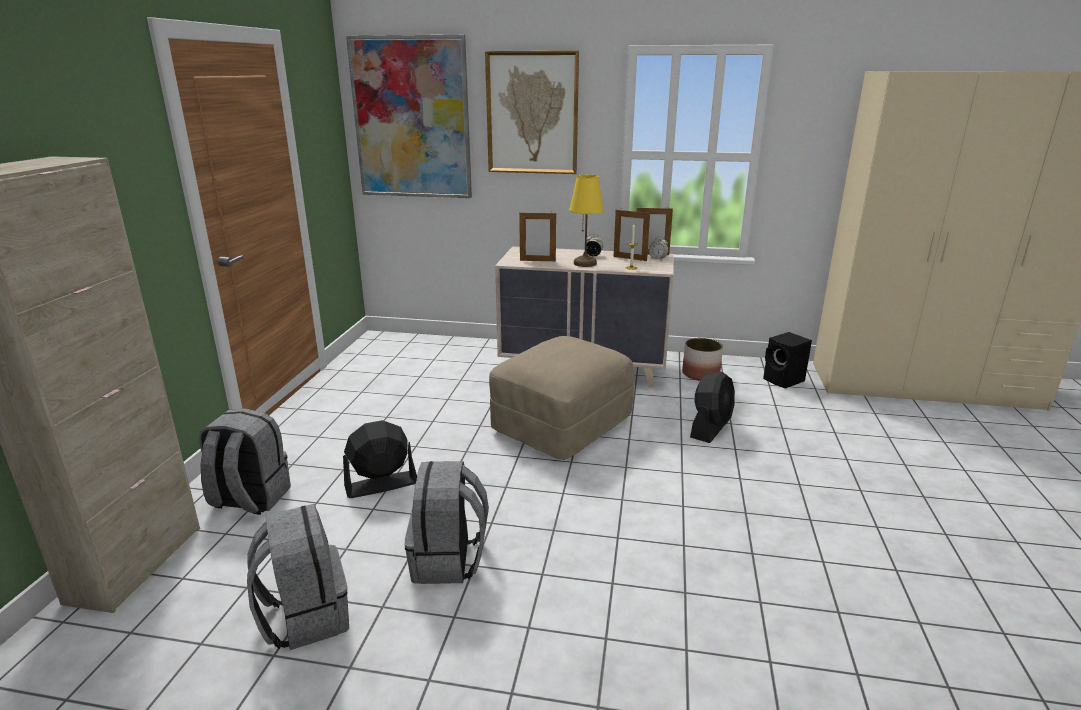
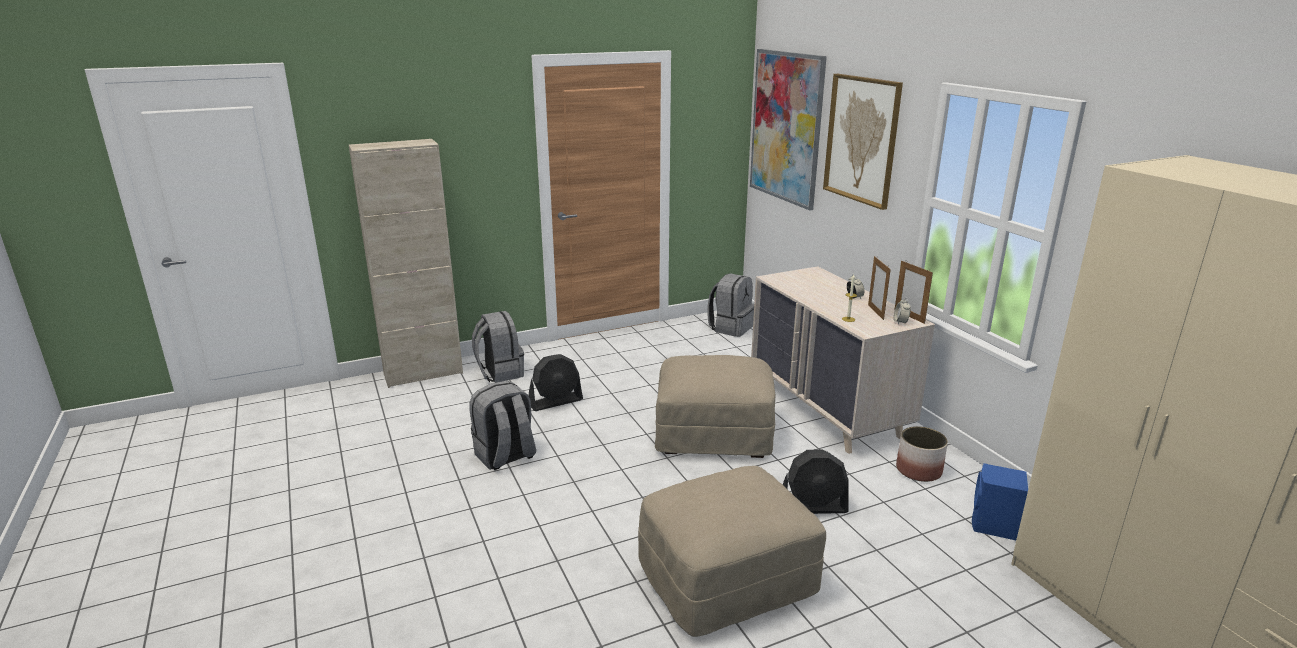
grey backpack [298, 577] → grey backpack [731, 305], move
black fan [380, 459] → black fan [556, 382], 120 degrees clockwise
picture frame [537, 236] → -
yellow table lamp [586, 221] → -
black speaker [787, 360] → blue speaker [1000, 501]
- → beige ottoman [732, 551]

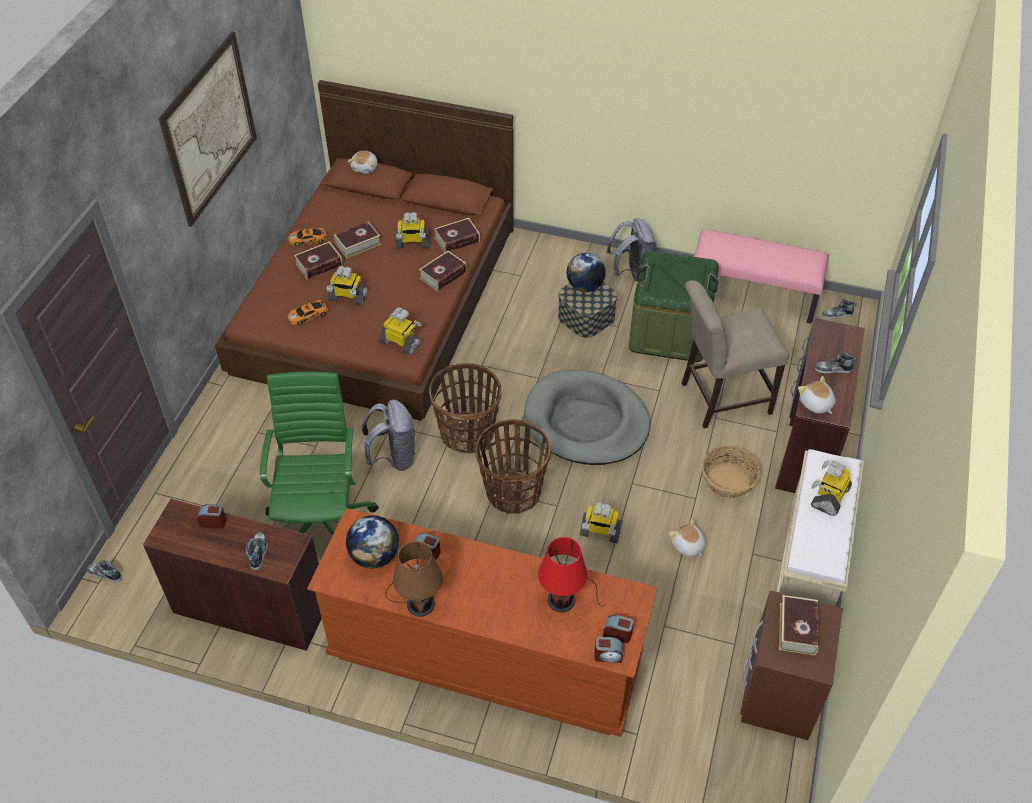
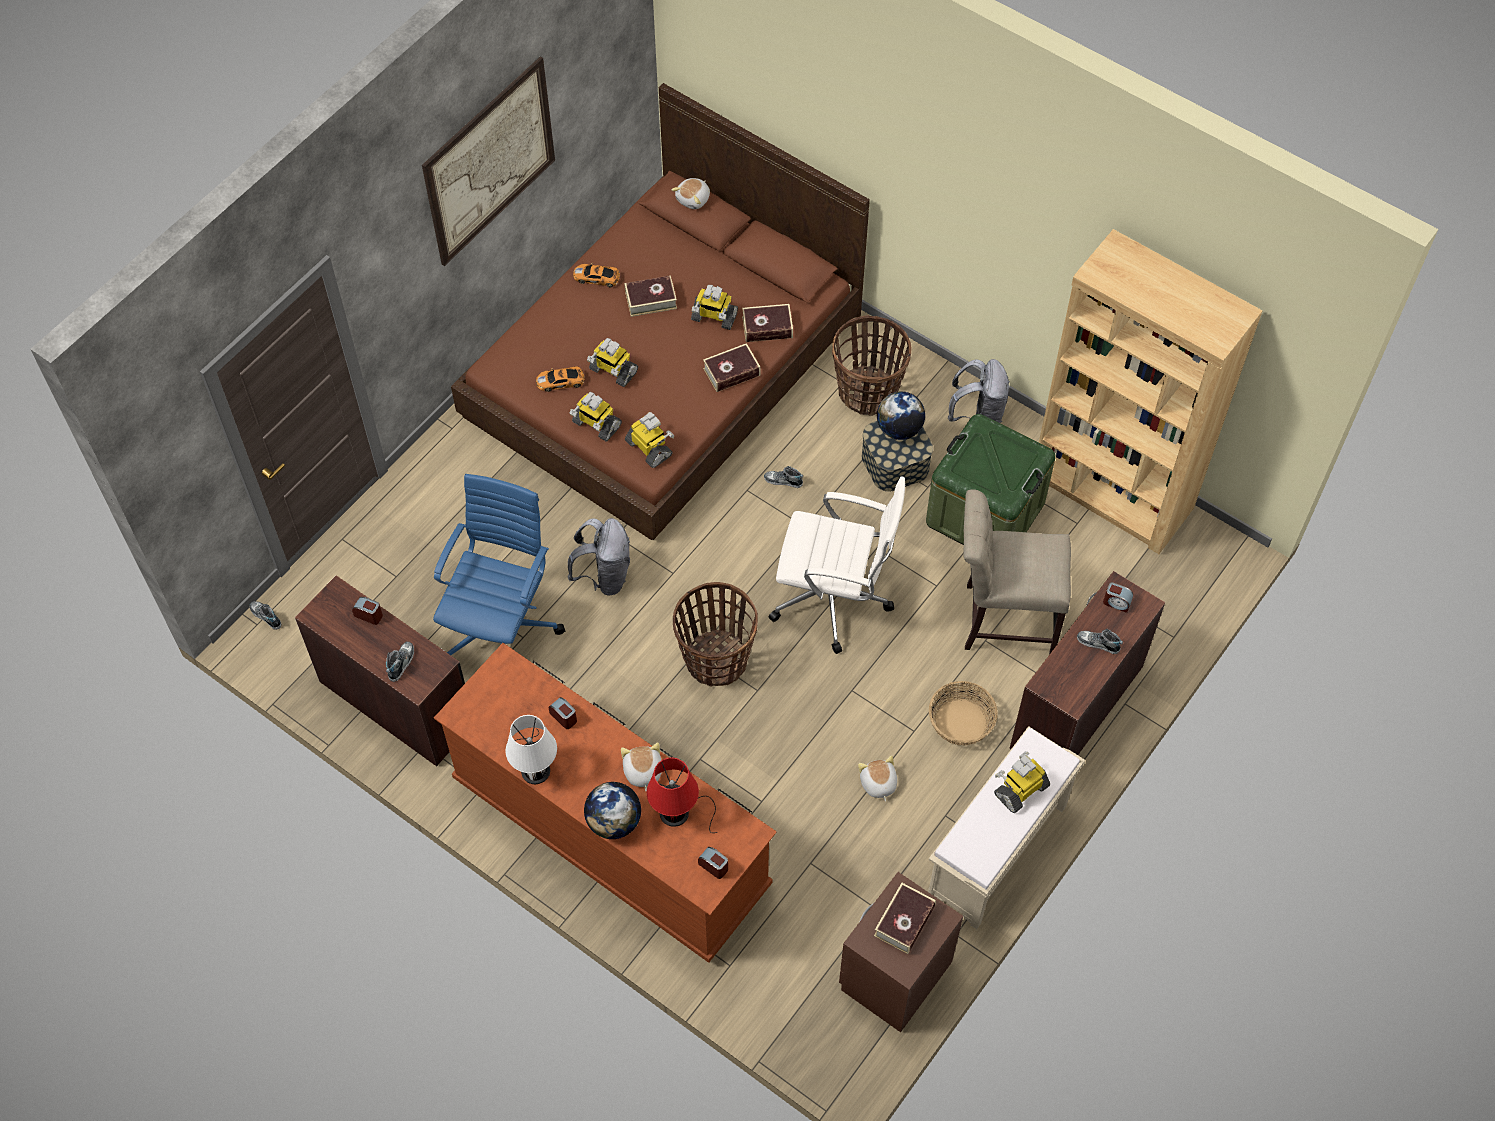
green office chair [319, 454] → blue office chair [499, 564]
book [318, 260] → -
globe [372, 541] → globe [612, 810], move
brown table lamp [414, 579] → white table lamp [531, 749]
basket [465, 408] → basket [871, 365], move
grey dog bed [587, 417] → white office chair [837, 565]
toy robot [601, 523] → toy robot [596, 416], move
alarm clock [608, 650] → alarm clock [1118, 597], move
pink bench [761, 276] → brown bookcase [1151, 391]
plush toy [817, 395] → plush toy [641, 767], move
shoe [839, 309] → shoe [783, 477], move

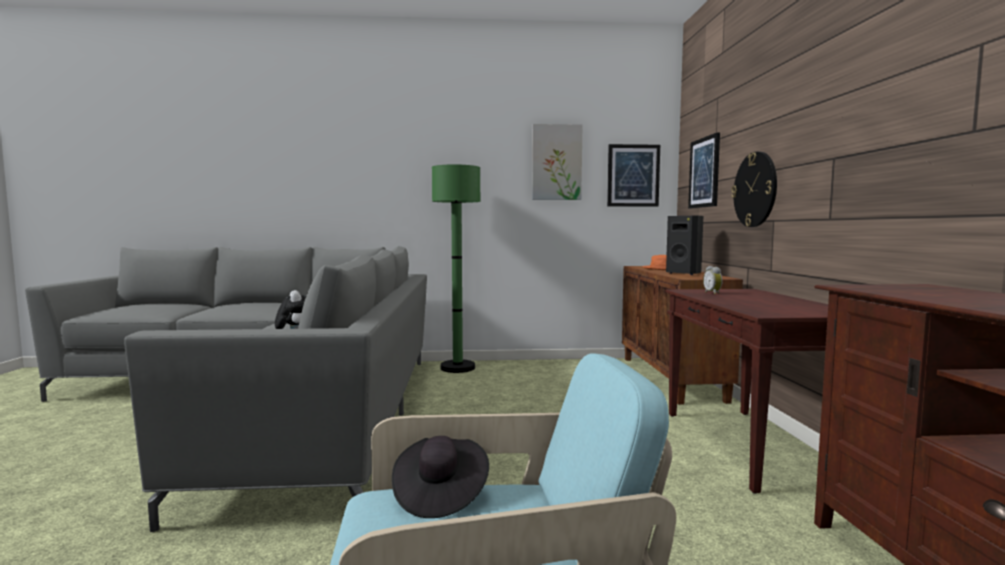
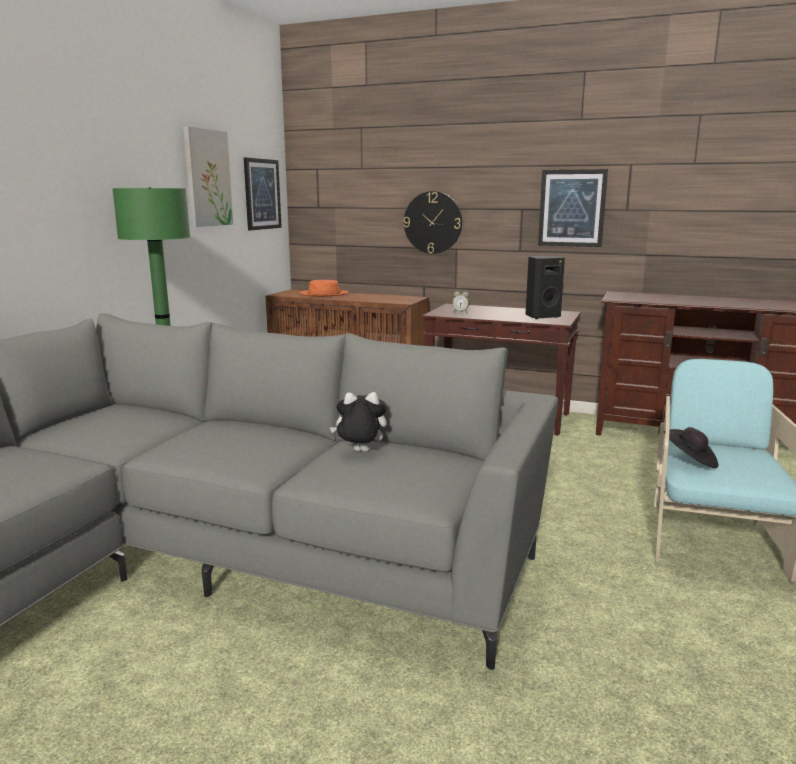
black speaker [684, 245] → black speaker [545, 287], move
picture [704, 170] → picture [573, 208], move

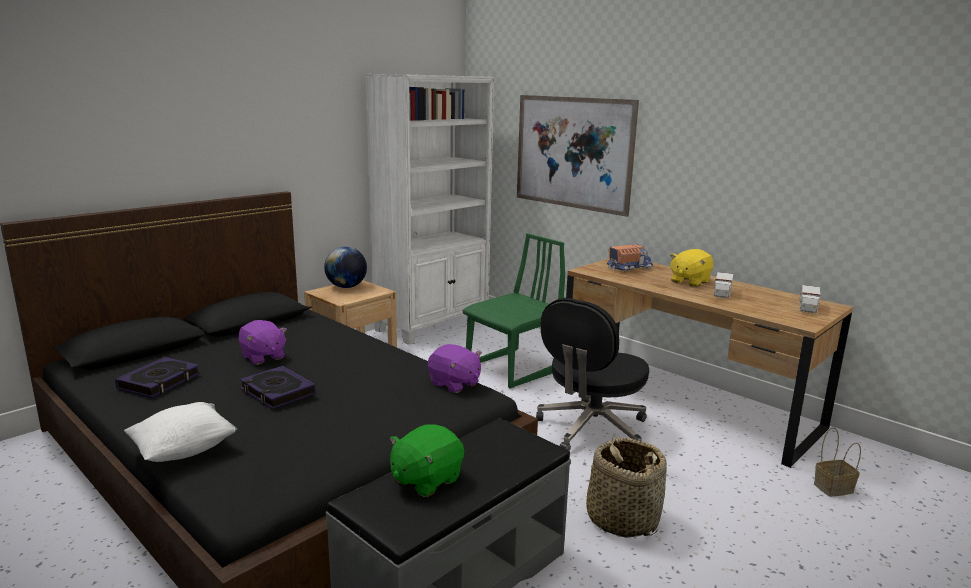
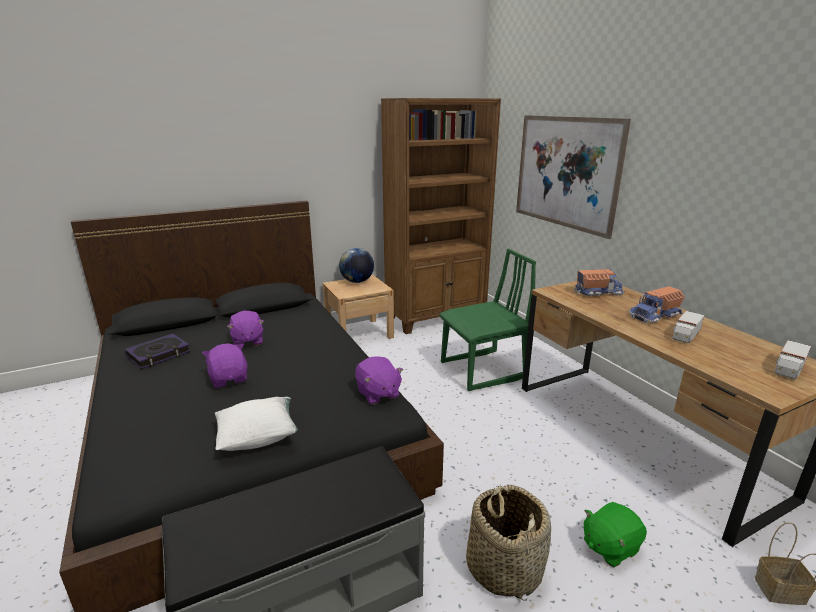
white pillow [180, 432] → white pillow [256, 424], move
book [278, 387] → purple plush toy [224, 365]
white bookcase [429, 209] → brown bookcase [441, 216]
green plush toy [427, 461] → green plush toy [615, 534], move
black office chair [592, 374] → -
yellow plush toy [691, 268] → toy truck [656, 305]

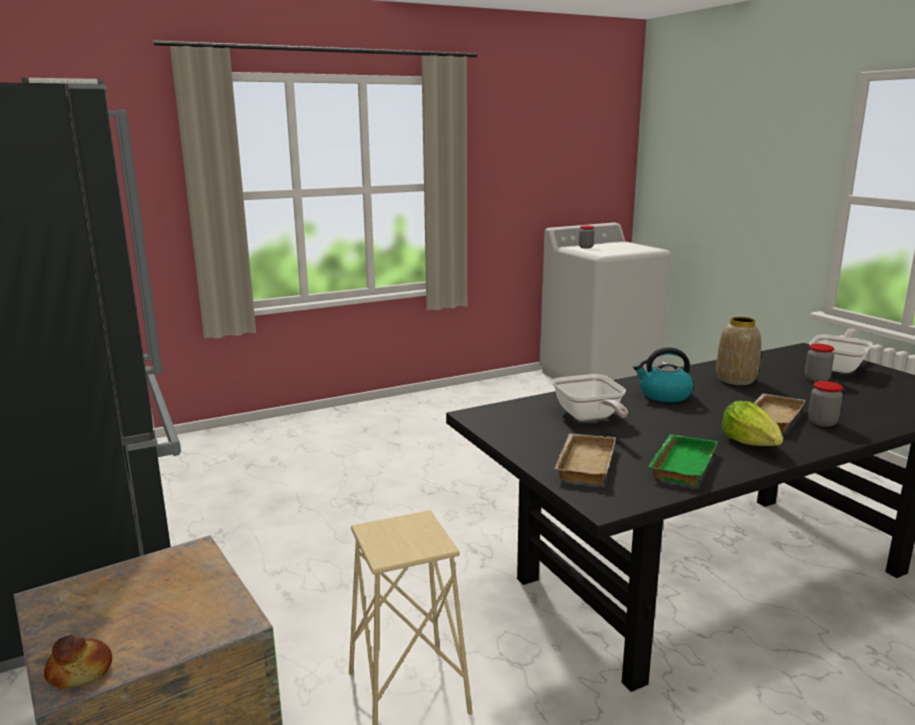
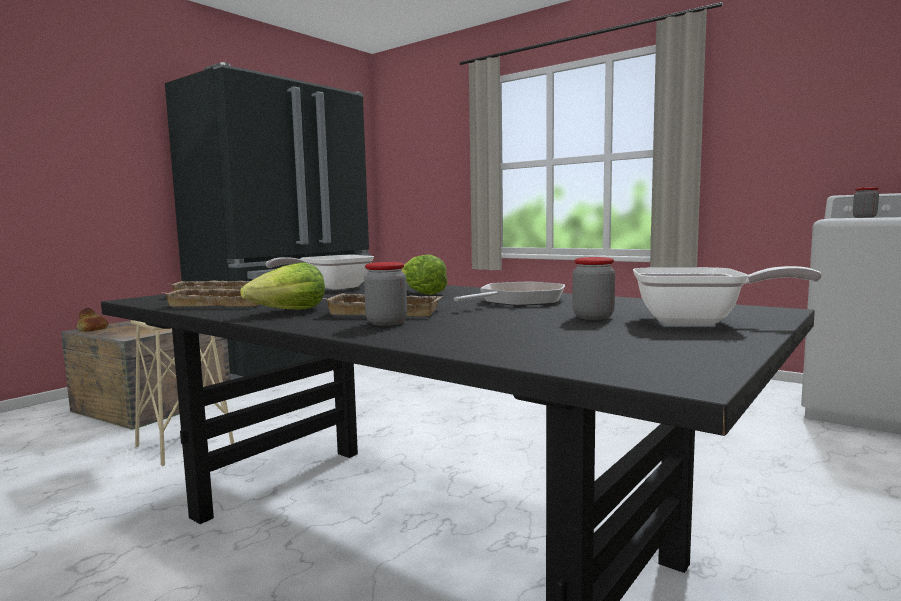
kettle [663, 374] → lettuce [424, 274]
green tray [683, 460] → beige tray [210, 297]
vase [738, 351] → frying pan [509, 293]

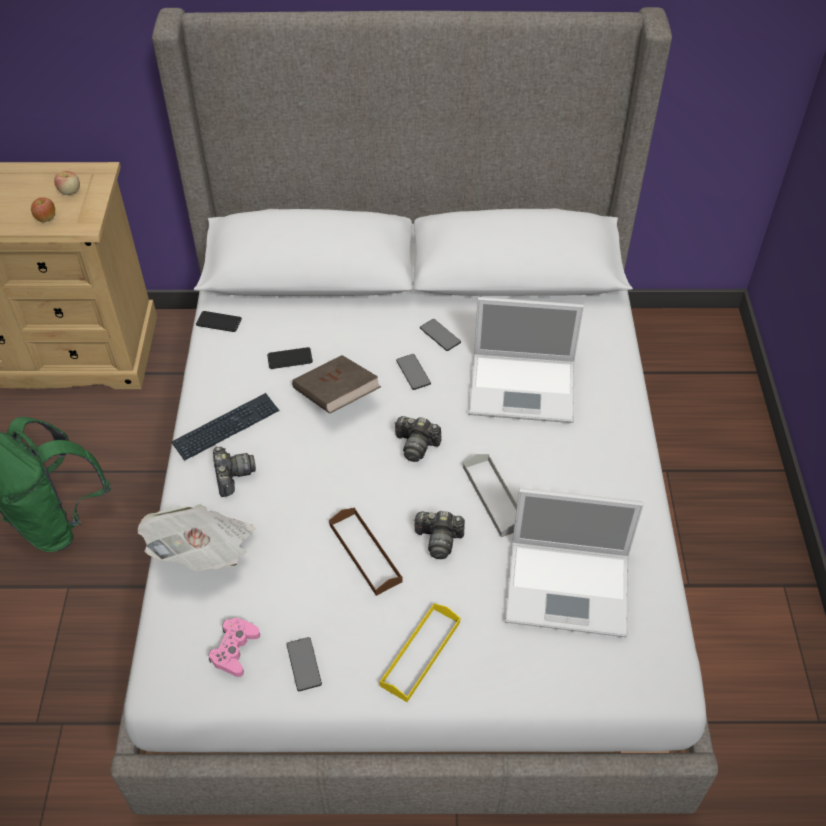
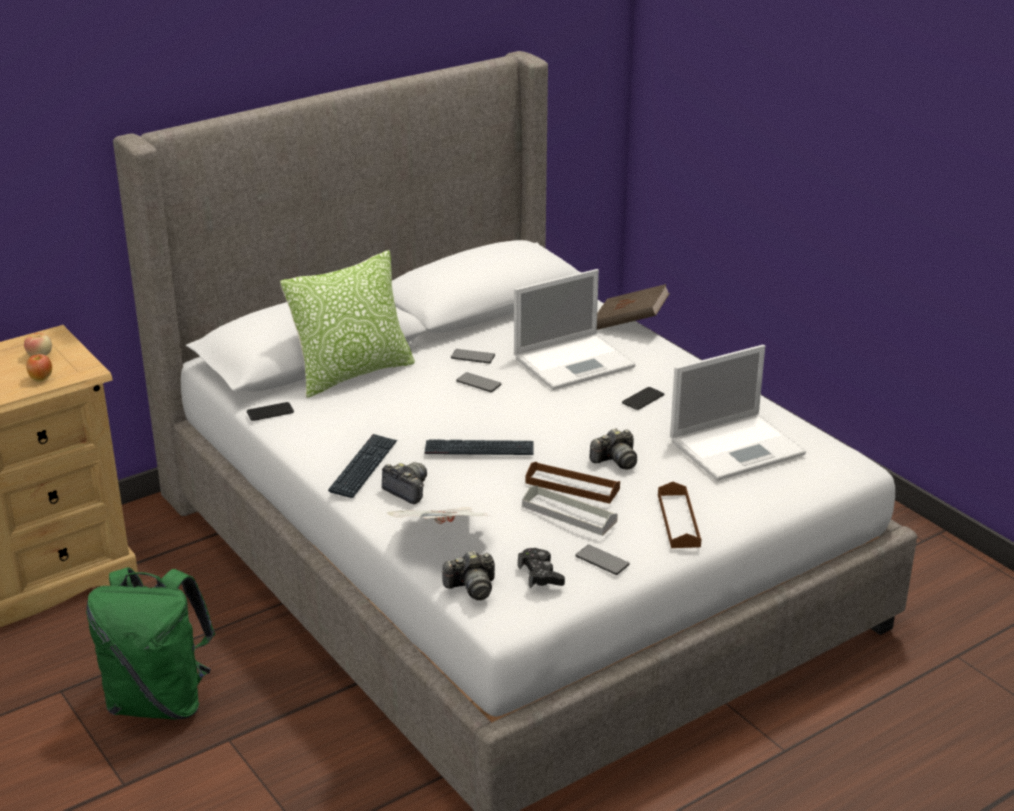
pink game controller [234, 647] → black game controller [541, 568]
phone [290, 358] → phone [643, 398], move
brown book [336, 384] → brown book [633, 307], move
yellow tray [419, 652] → brown tray [679, 515]
photo camera [417, 439] → photo camera [468, 575], move
grey tray [490, 495] → grey tray [570, 510], move
- → pillow [347, 324]
- → keyboard [479, 447]

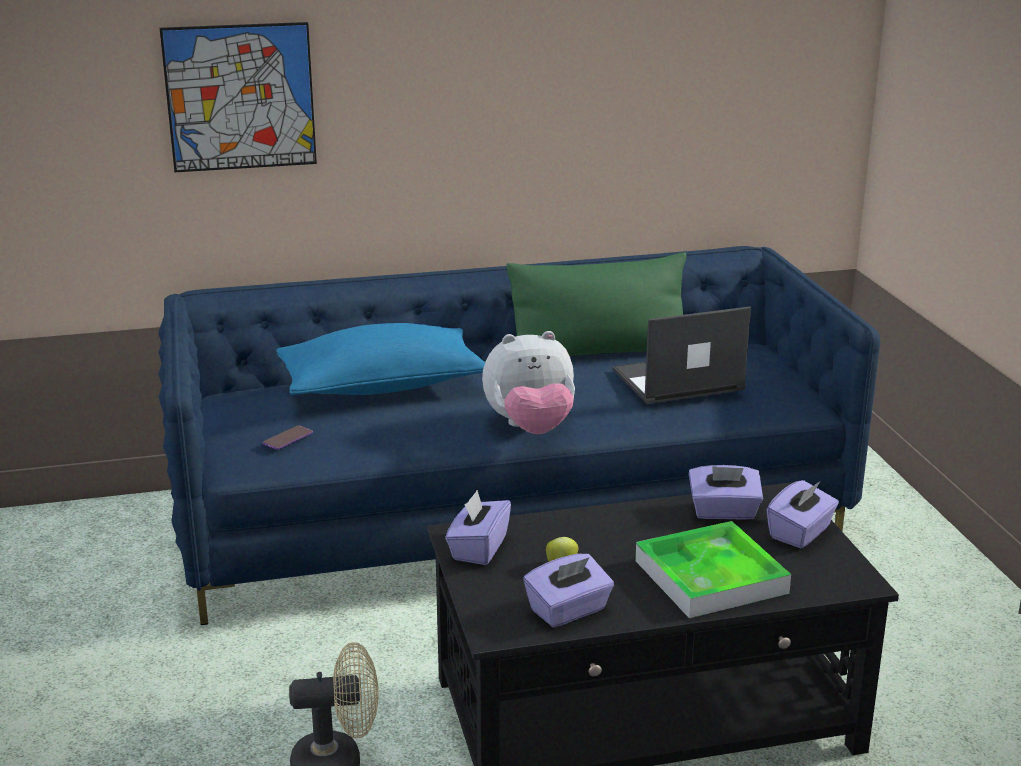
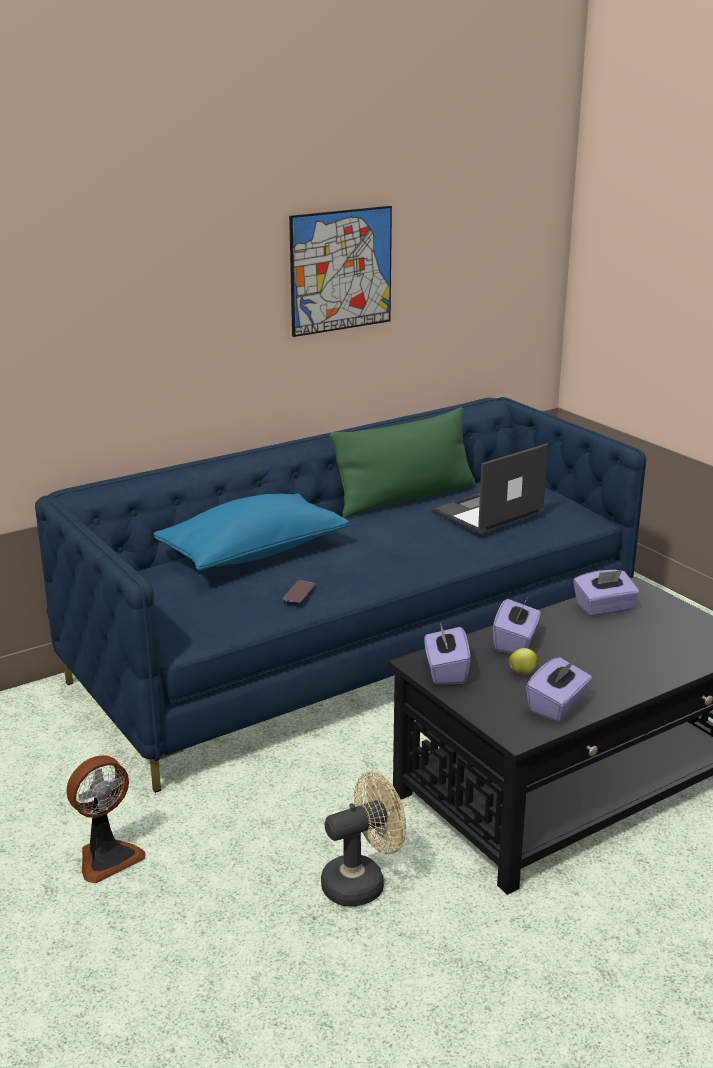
picture [238, 97] → picture [340, 271], move
phone [288, 437] → phone [299, 591], move
plush toy [528, 382] → -
tray [713, 569] → -
purple tissue box [803, 514] → purple tissue box [517, 626], move
- → fan [106, 819]

